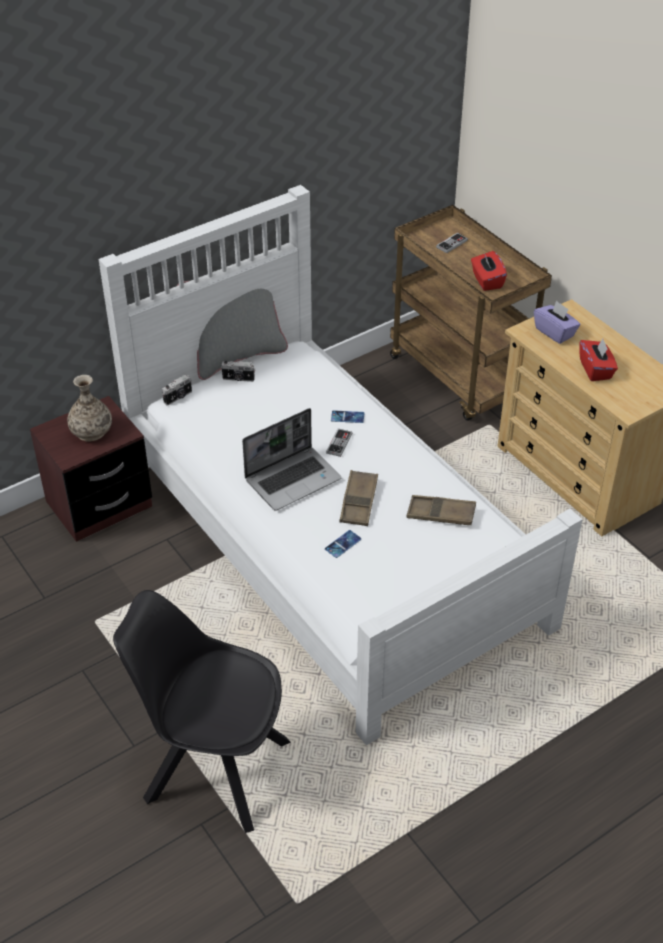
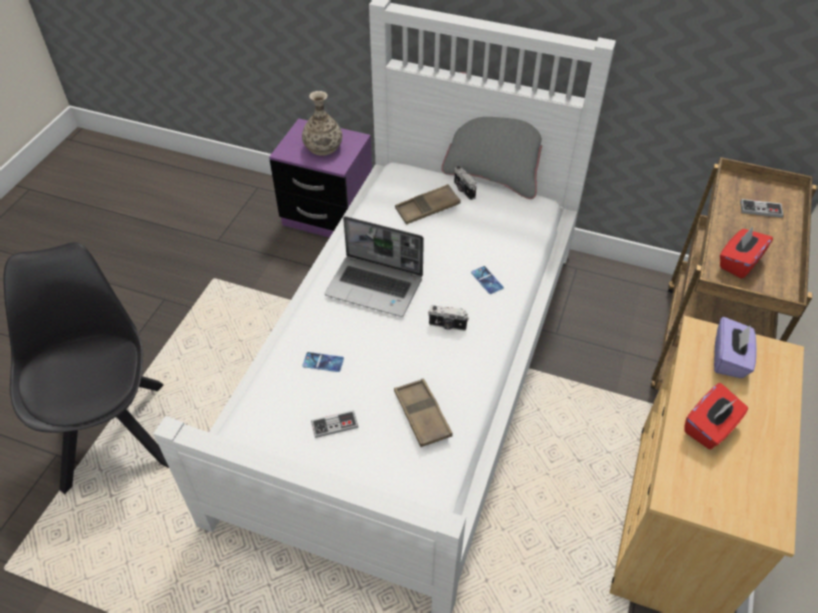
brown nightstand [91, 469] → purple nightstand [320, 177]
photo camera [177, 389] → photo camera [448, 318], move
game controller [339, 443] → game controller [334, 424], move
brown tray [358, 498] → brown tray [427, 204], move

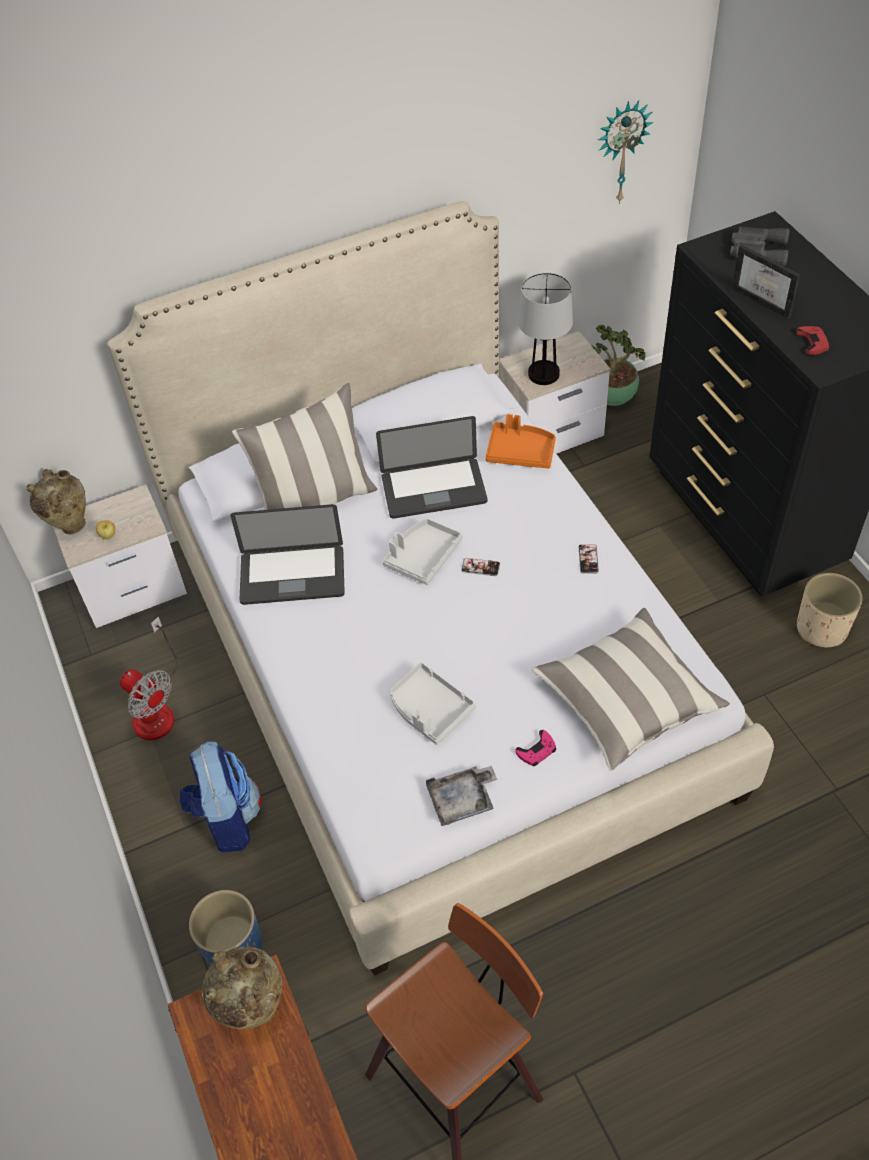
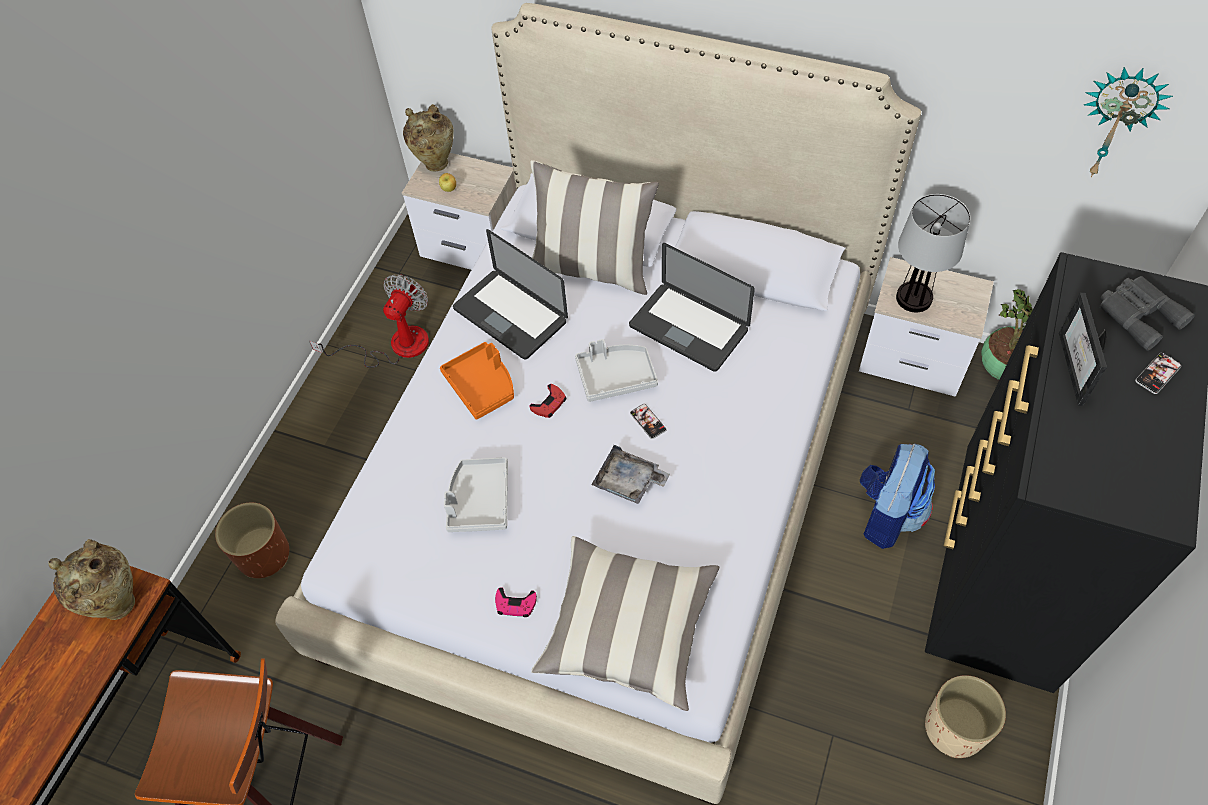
fan [149, 678] → fan [369, 321], 150 degrees counterclockwise
backpack [220, 797] → backpack [897, 496], move
blue planter [225, 928] → brown planter [252, 540]
grey tray [461, 796] → grey tray [630, 474], move
orange tray [521, 441] → orange tray [477, 381], move
phone [588, 559] → phone [1158, 373], move
red game controller [813, 340] → red game controller [548, 401], move

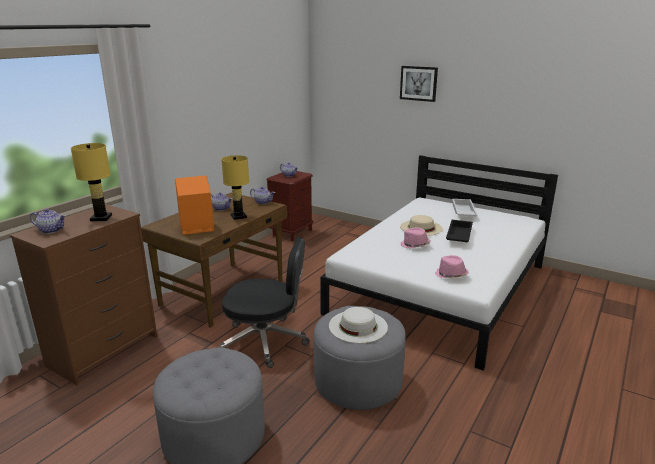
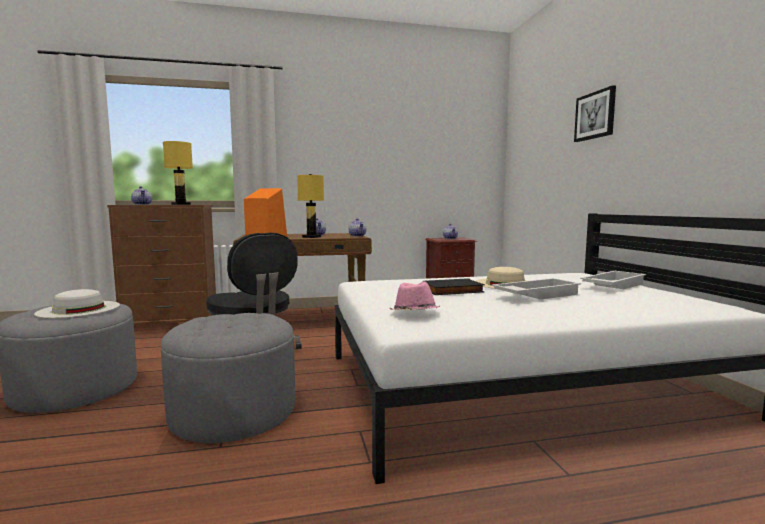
white hat [358, 325] → white hat [77, 303], move
pink hat [416, 238] → black book [455, 286]
black tray [459, 231] → white tray [536, 289]

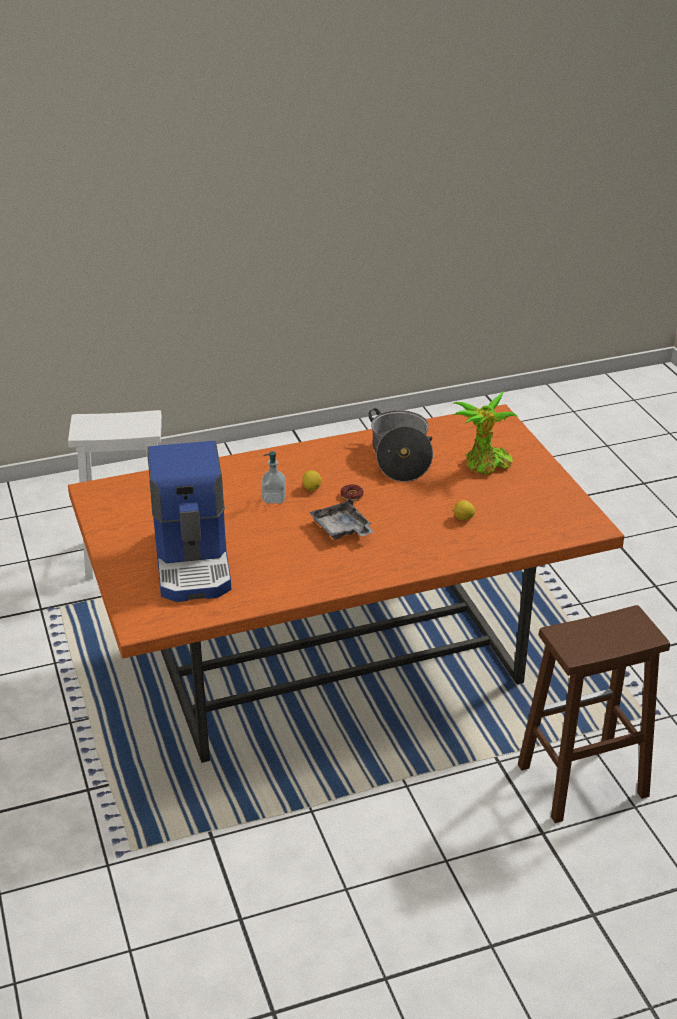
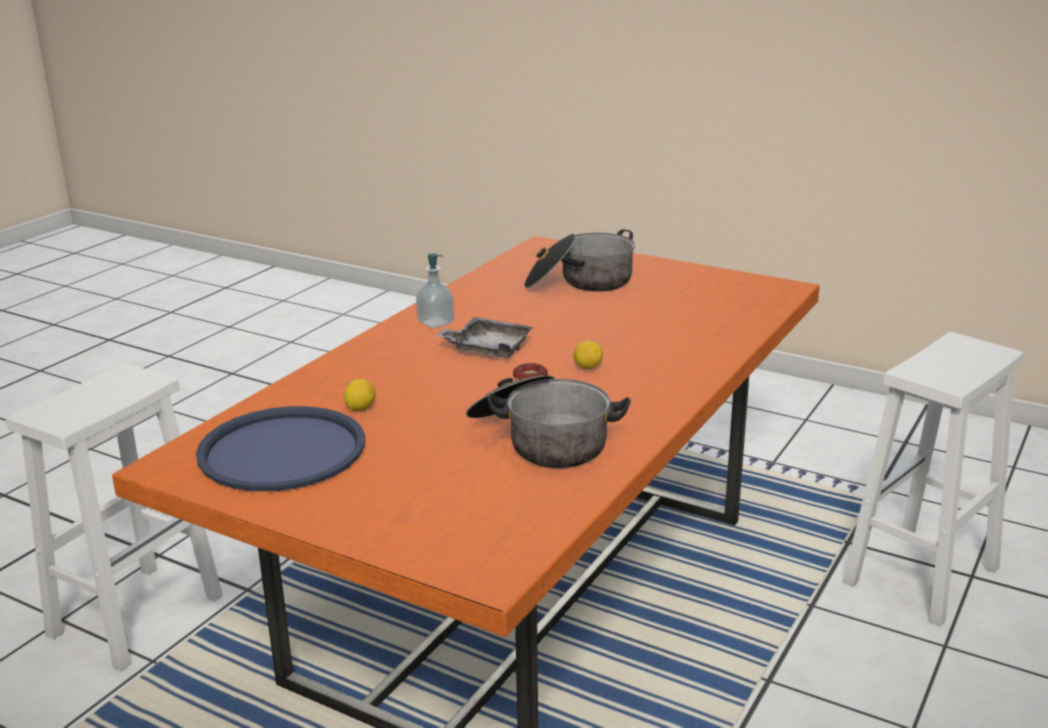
coffee machine [189, 521] → cooking pot [579, 260]
soap dispenser [273, 477] → soap dispenser [435, 290], move
potted plant [485, 433] → -
brown stool [594, 714] → white stool [114, 517]
- → blue tray [280, 448]

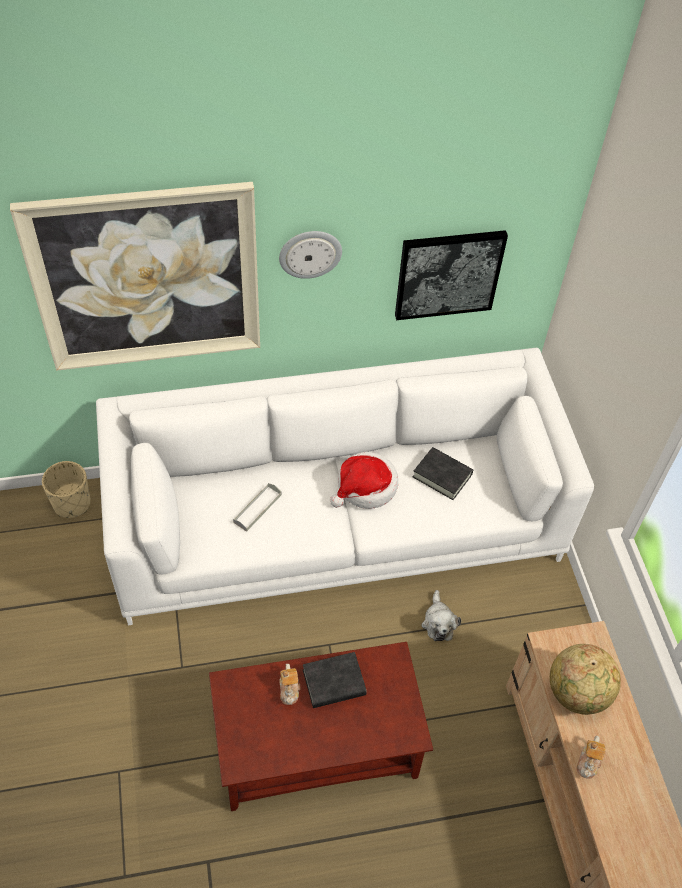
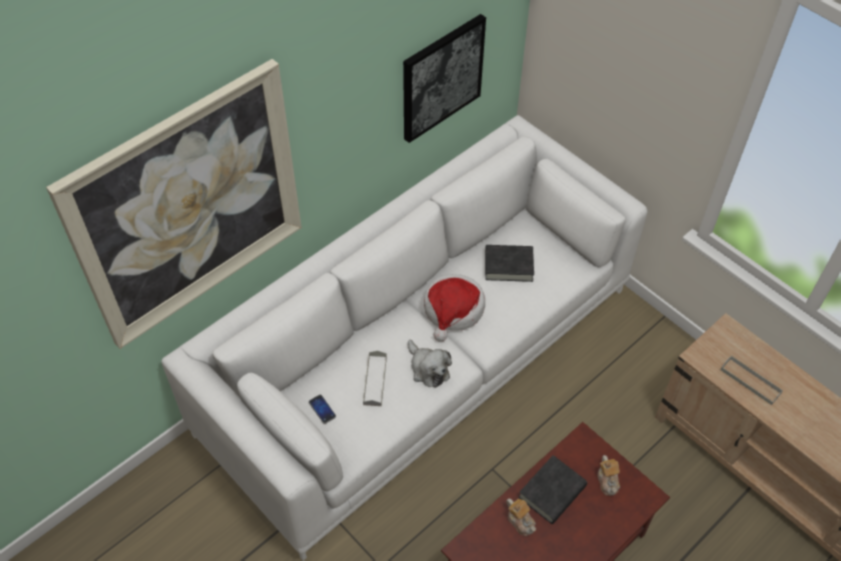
beige planter [66, 489] → -
wall clock [310, 255] → -
plush toy [441, 615] → plush toy [430, 364], move
globe [585, 679] → grey tray [752, 380]
teapot [591, 757] → teapot [608, 475], move
- → phone [322, 409]

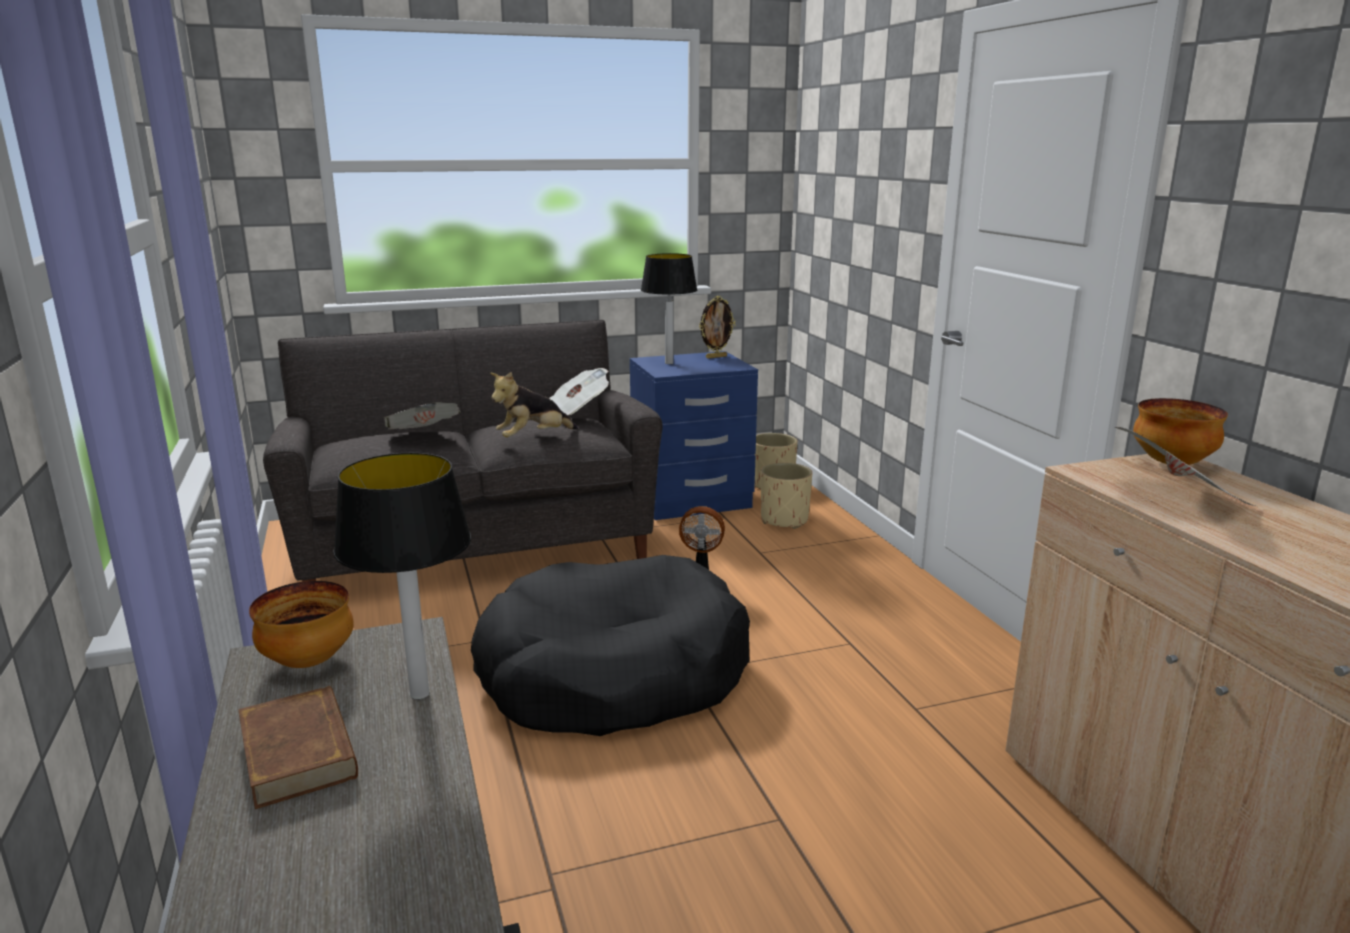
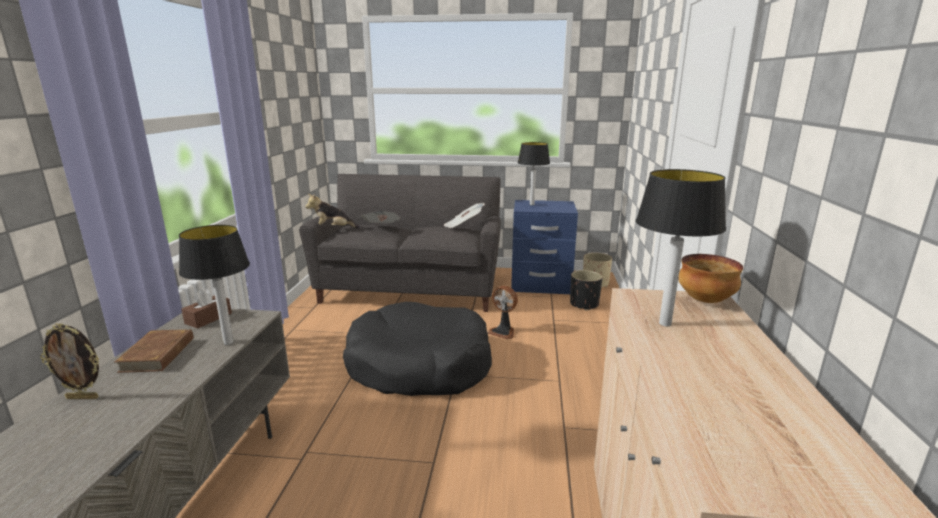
bowl [301, 624] → brown tissue box [206, 308]
plush toy [534, 404] → plush toy [332, 211], move
picture frame [717, 327] → picture frame [69, 361], move
beige planter [786, 496] → black planter [586, 290]
newspaper [1185, 466] → table lamp [681, 247]

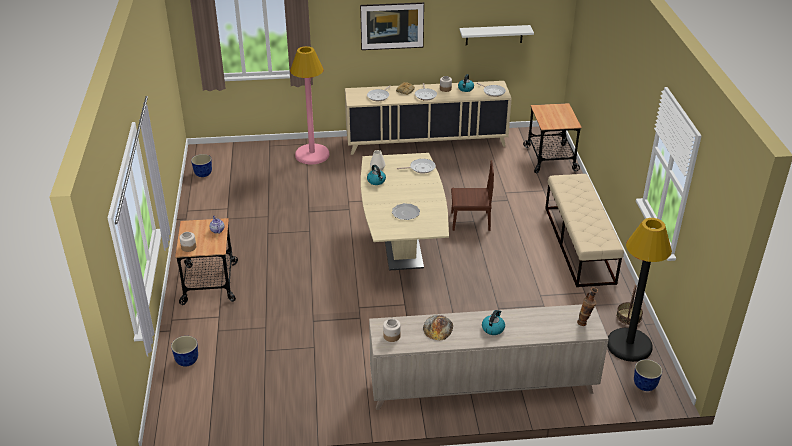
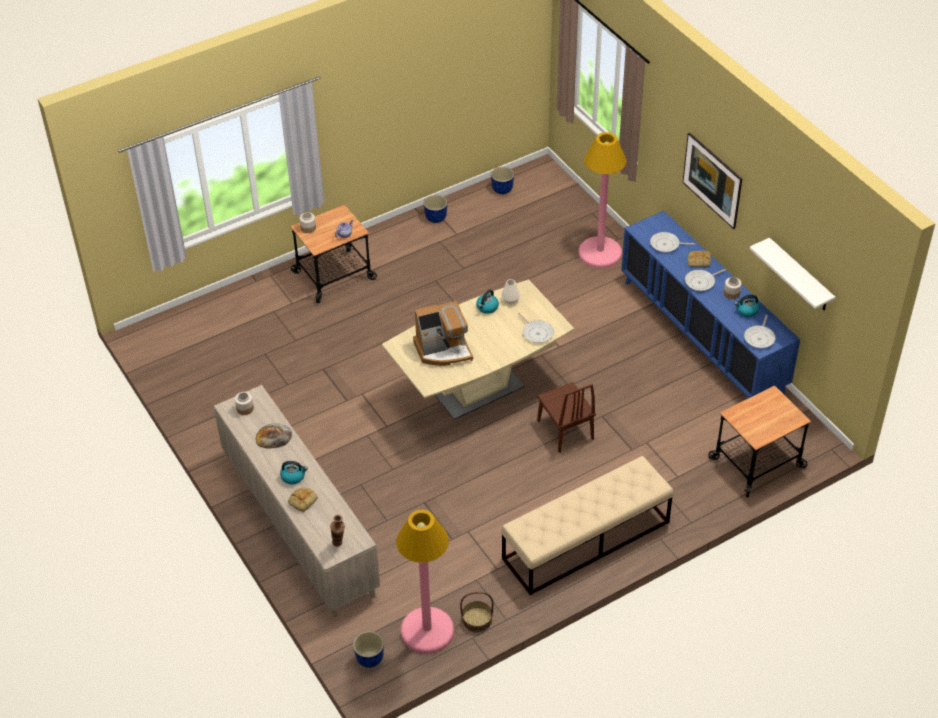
planter [184, 351] → planter [435, 209], move
beige cabinet [428, 118] → blue cabinet [710, 304]
plate [406, 211] → coffee machine [443, 333]
black floor lamp [639, 290] → pink floor lamp [425, 582]
- → bread [303, 500]

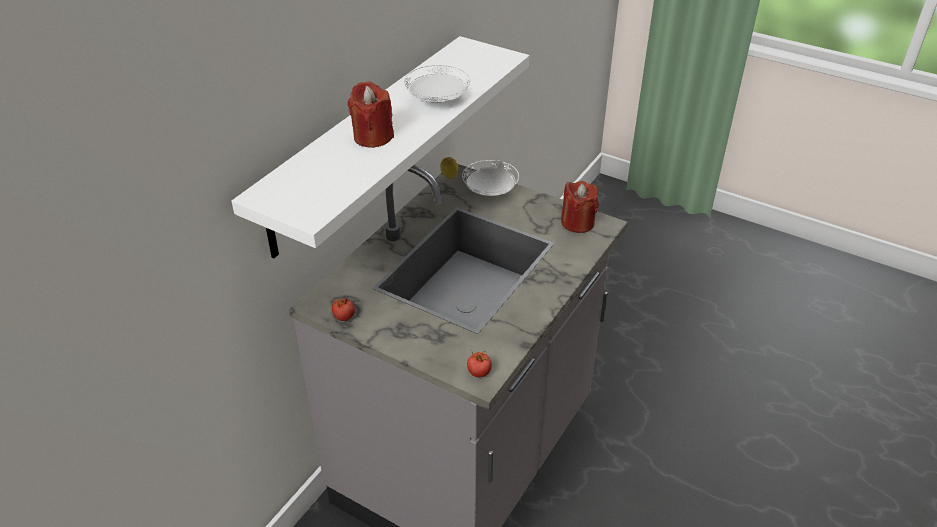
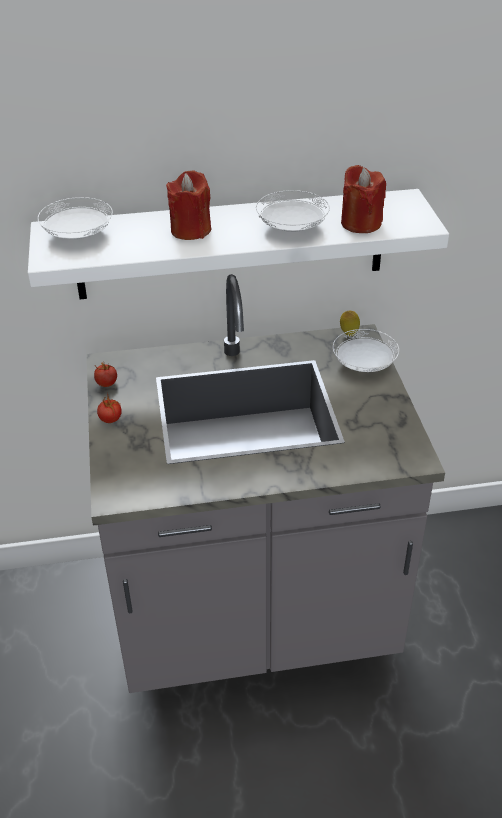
tomato [479, 364] → tomato [109, 409], move
red candle [580, 207] → red candle [363, 199], move
- → white plate [75, 218]

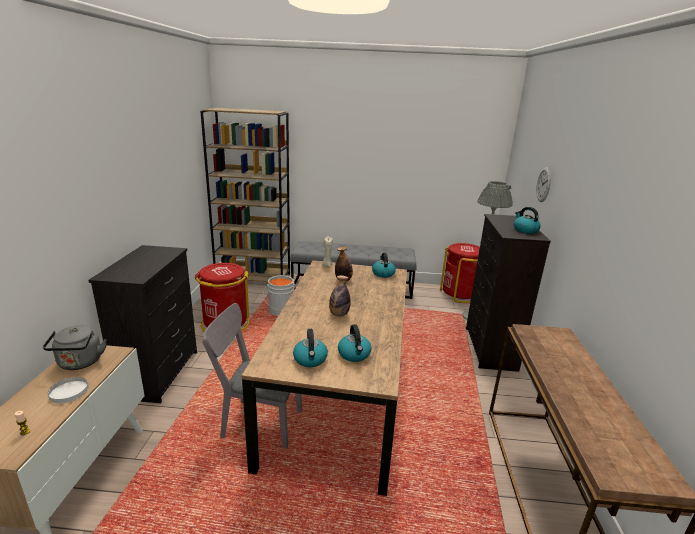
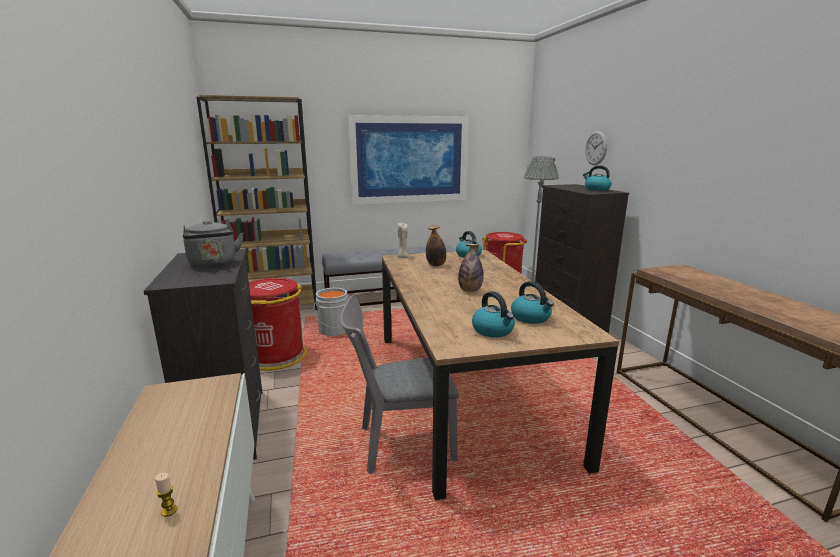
grey kettle [75, 347] → grey kettle [213, 243], move
white plate [68, 390] → -
- → picture [408, 160]

